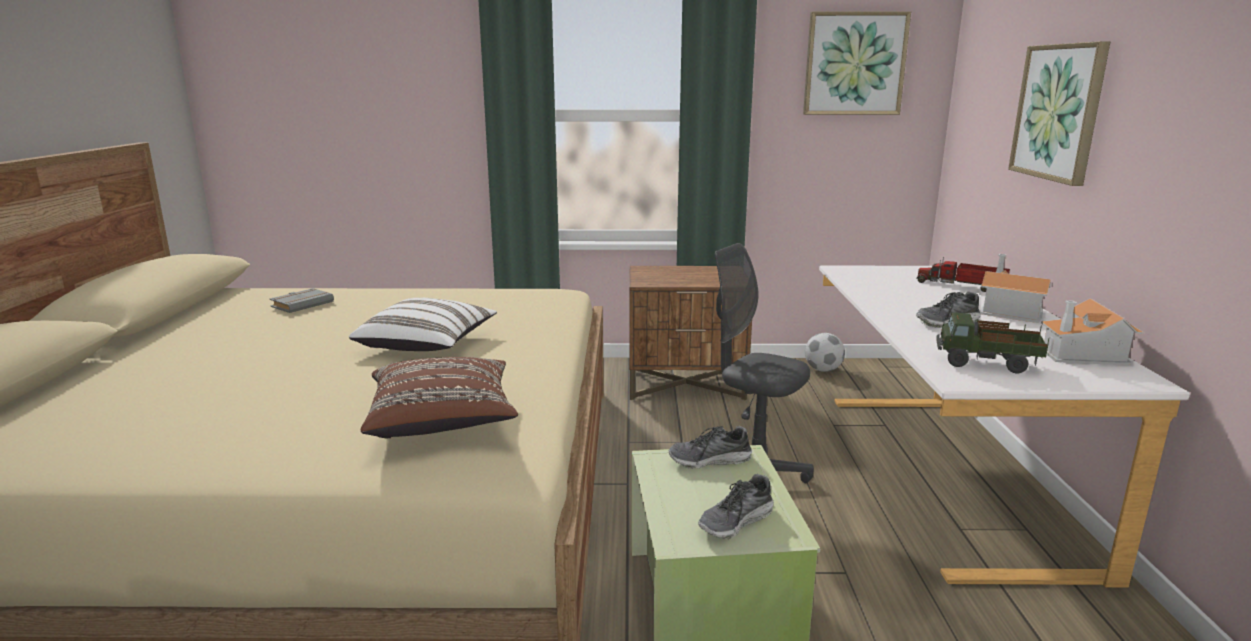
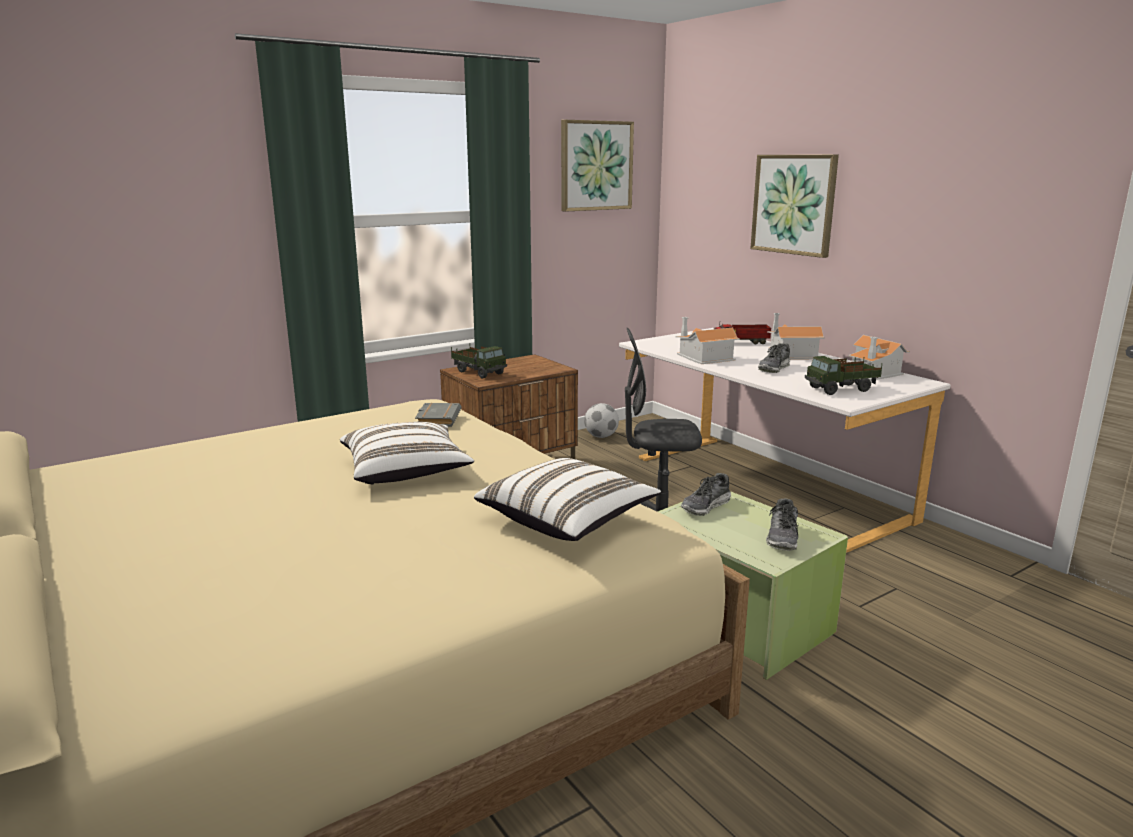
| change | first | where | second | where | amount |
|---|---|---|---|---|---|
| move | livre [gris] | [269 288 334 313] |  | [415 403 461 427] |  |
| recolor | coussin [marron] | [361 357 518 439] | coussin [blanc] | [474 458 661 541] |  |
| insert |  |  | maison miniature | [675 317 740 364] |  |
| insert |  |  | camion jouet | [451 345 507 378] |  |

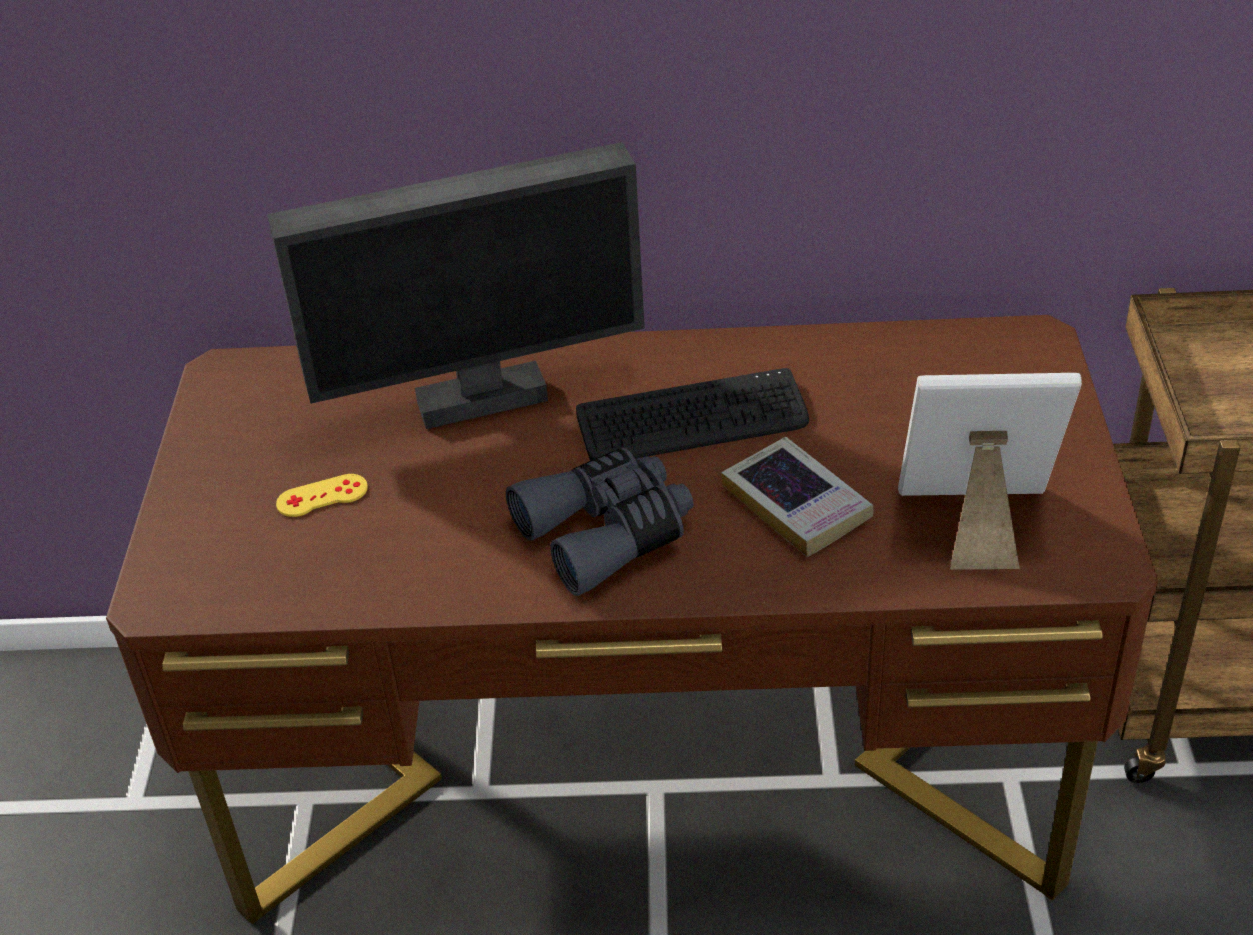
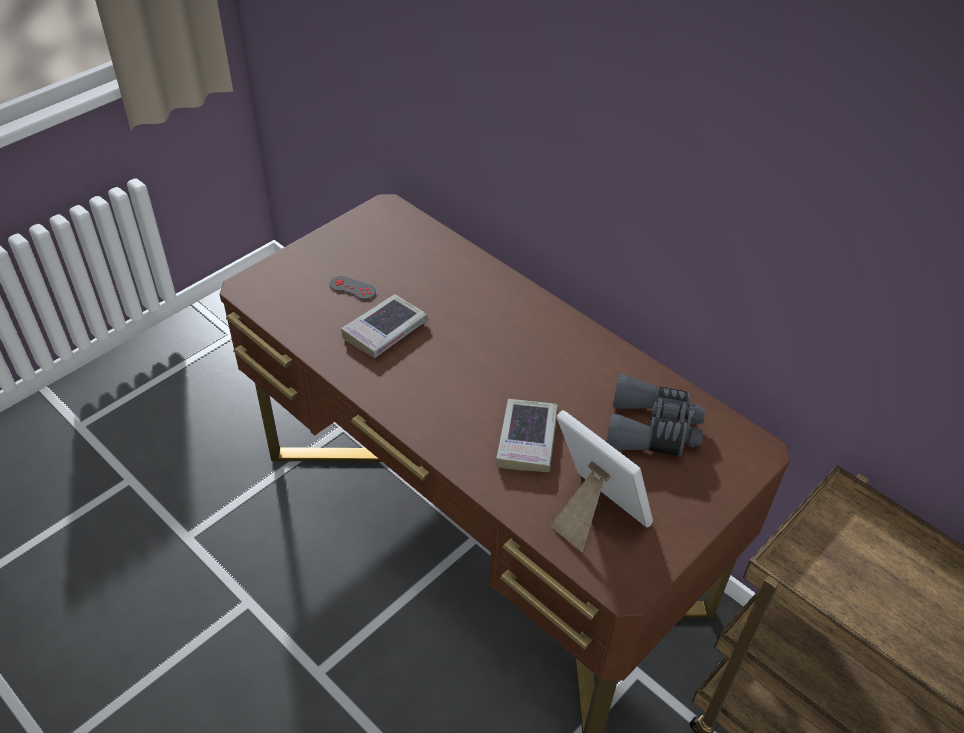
| change | first | where | second | where | amount |
|---|---|---|---|---|---|
| delete | écran d'ordinateur | [267 142 645 429] |  |  |  |
| delete | clavier | [576 368 809 460] |  |  |  |
| move | jumelles [gris] | [506 447 694 596] |  | [606 374 705 457] |  |
| recolor | manette [jaune] | [276 474 368 517] | manette [gris] | [329 276 376 300] |  |
| insert |  |  | livre | [341 294 428 358] |  |

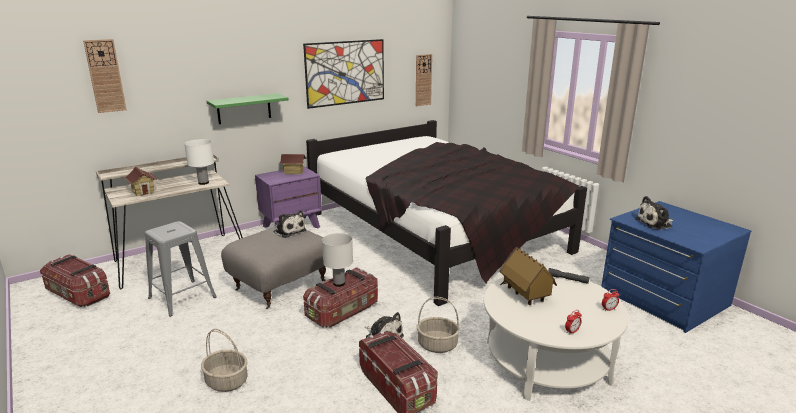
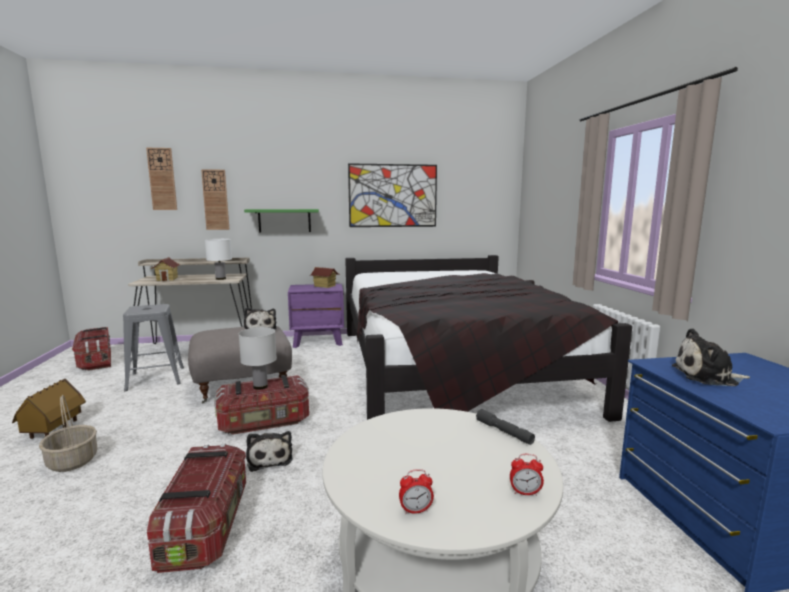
| change | first | where | second | where | amount |
|---|---|---|---|---|---|
| move | horloge murale | [416 54 432 107] |  | [201 169 229 230] |  |
| move | maison miniature | [499 247 557 305] |  | [12 379 86 439] |  |
| delete | panier | [417 297 460 353] |  |  |  |

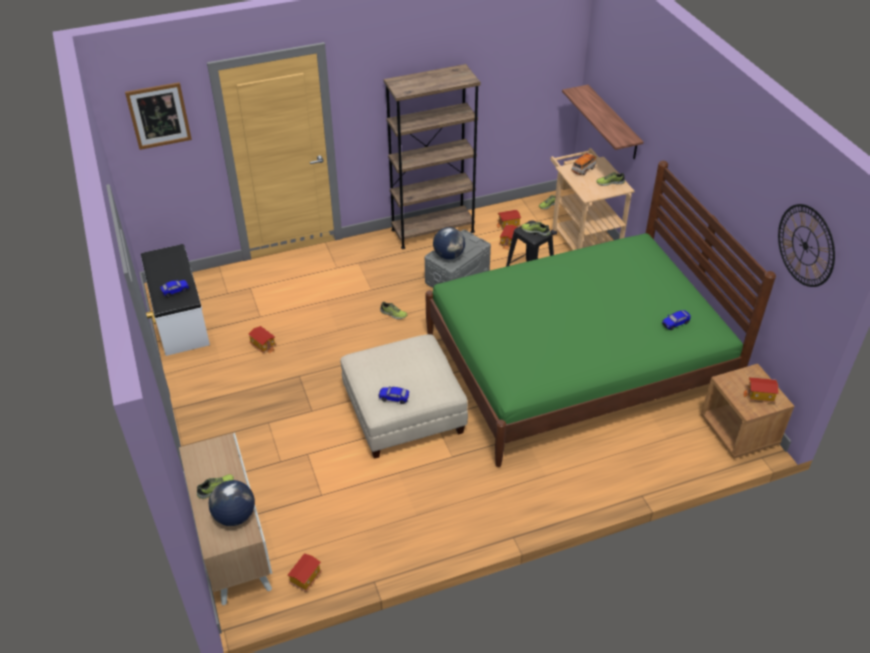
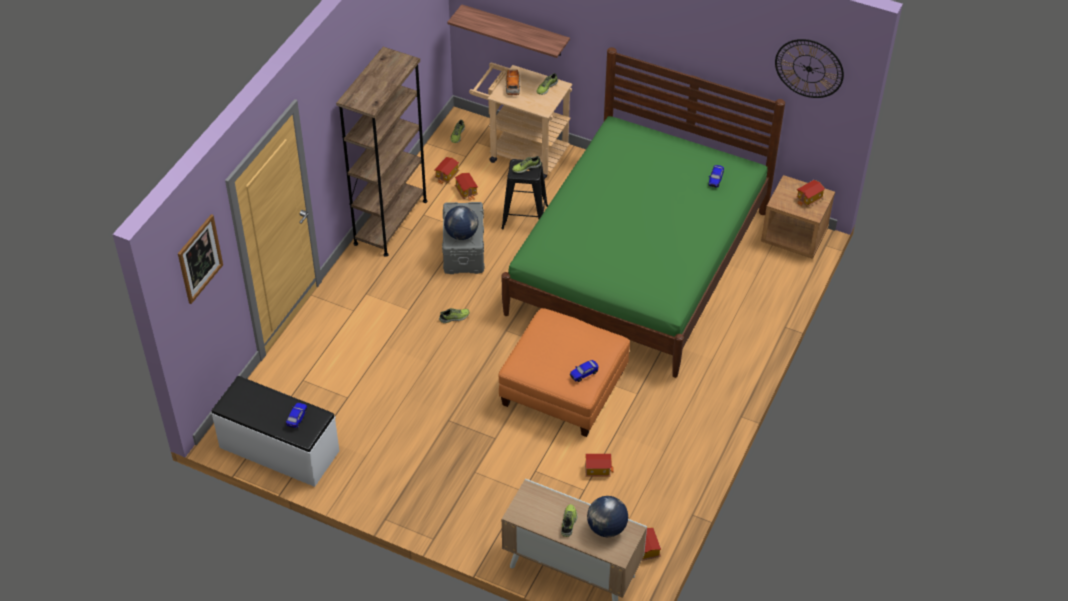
| change | first | where | second | where | amount |
|---|---|---|---|---|---|
| move | maison miniature | [248 326 276 354] |  | [585 454 614 477] |  |
| recolor | pouf [beige] | [340 334 468 459] | pouf [orange] | [498 308 630 437] |  |

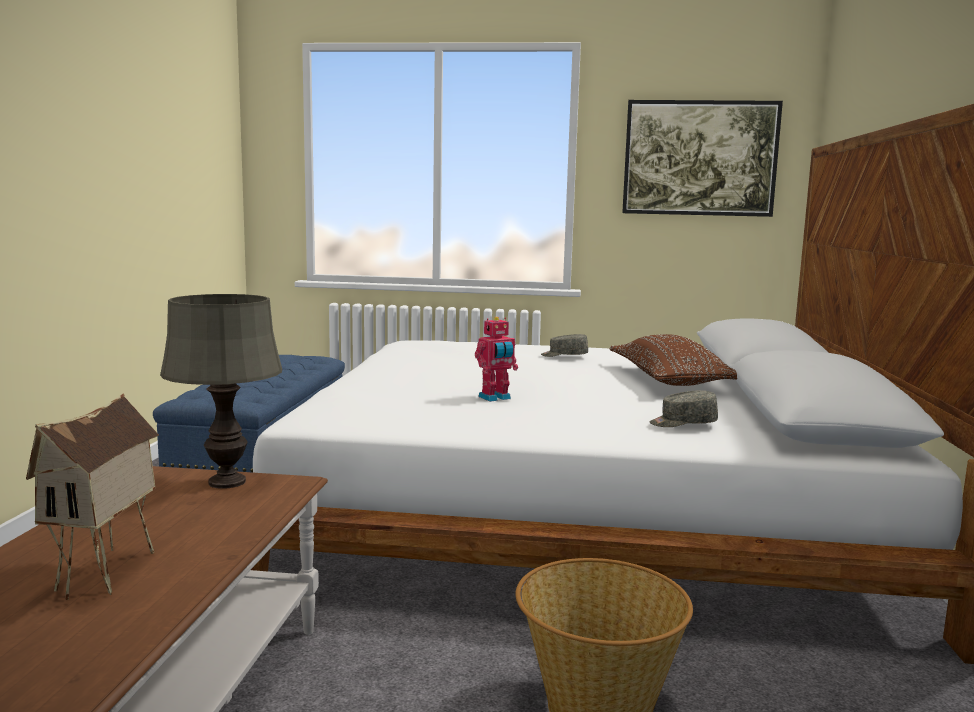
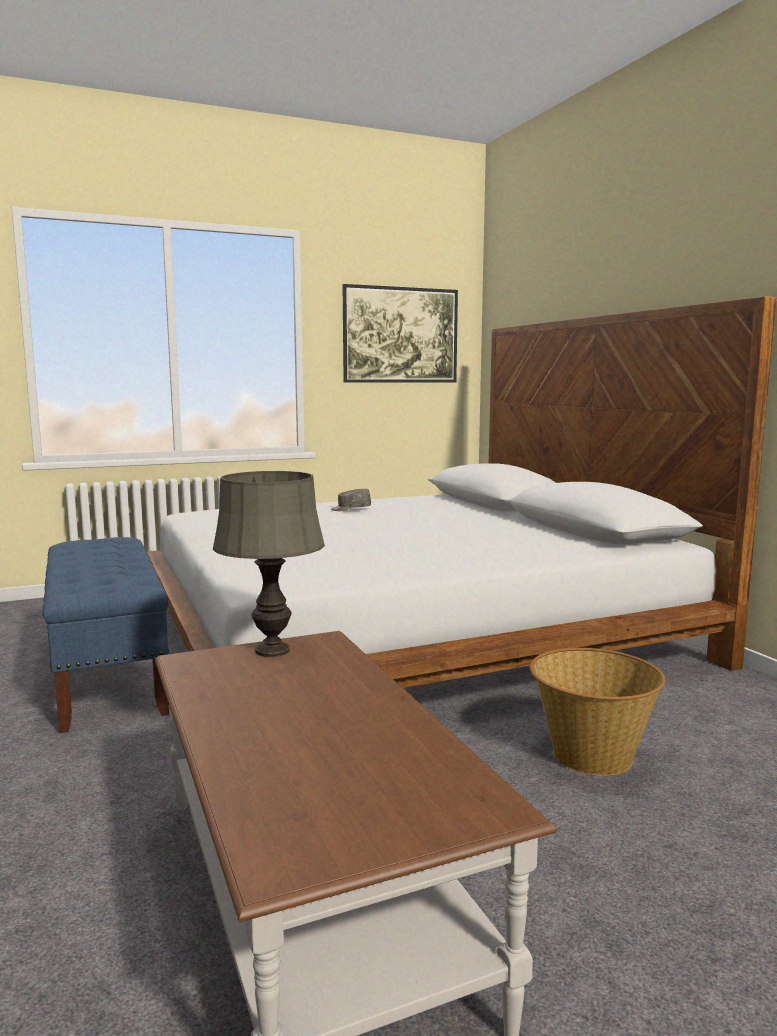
| change | first | where | second | where | amount |
|---|---|---|---|---|---|
| delete | robot jouet | [475 317 518 402] |  |  |  |
| delete | coussin [marron] | [609 334 737 386] |  |  |  |
| delete | casquette [gris] | [650 391 718 427] |  |  |  |
| delete | maison miniature | [26 394 159 600] |  |  |  |

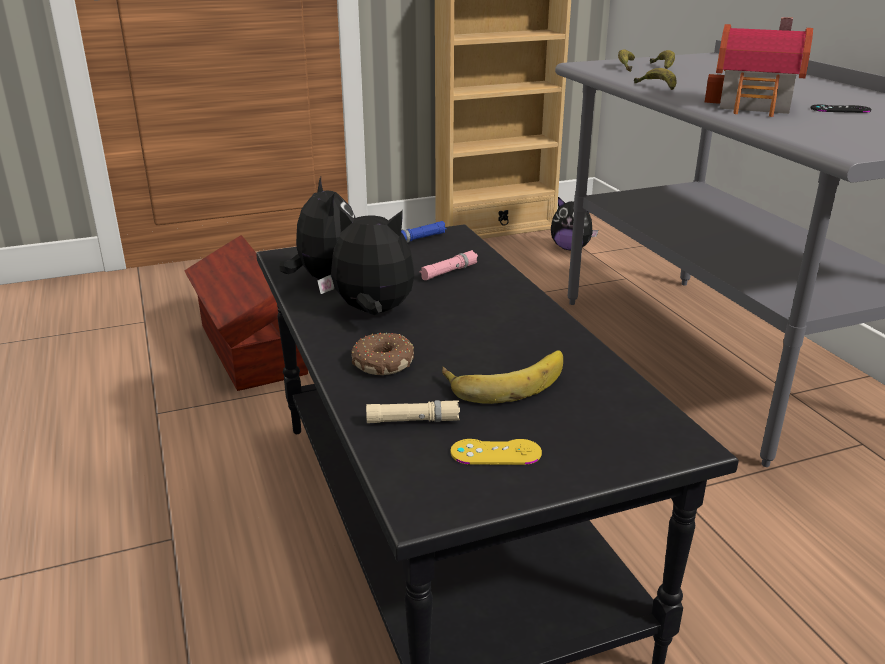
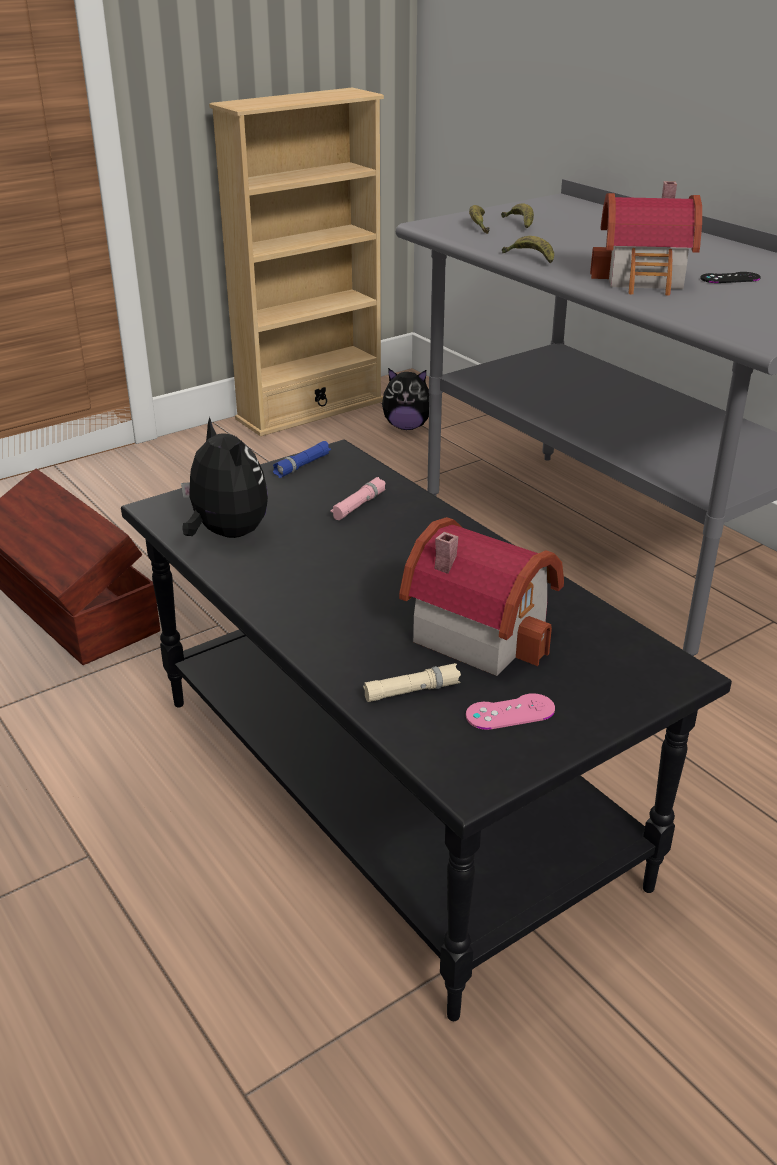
| change | first | where | second | where | amount |
|---|---|---|---|---|---|
| delete | peluche | [317 206 414 315] |  |  |  |
| delete | beignet | [352 333 414 375] |  |  |  |
| replace | banane | [442 350 563 404] | maison miniature | [399 517 564 676] |  |
| recolor | manette [jaune] | [450 439 542 465] | manette [rose] | [466 693 555 730] |  |

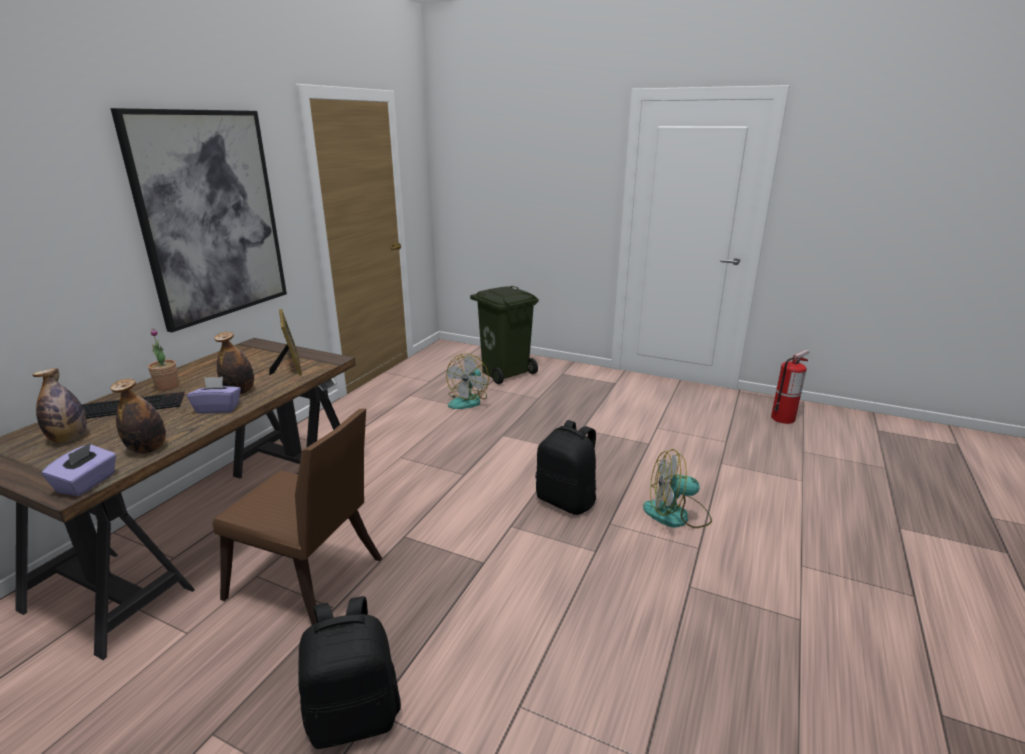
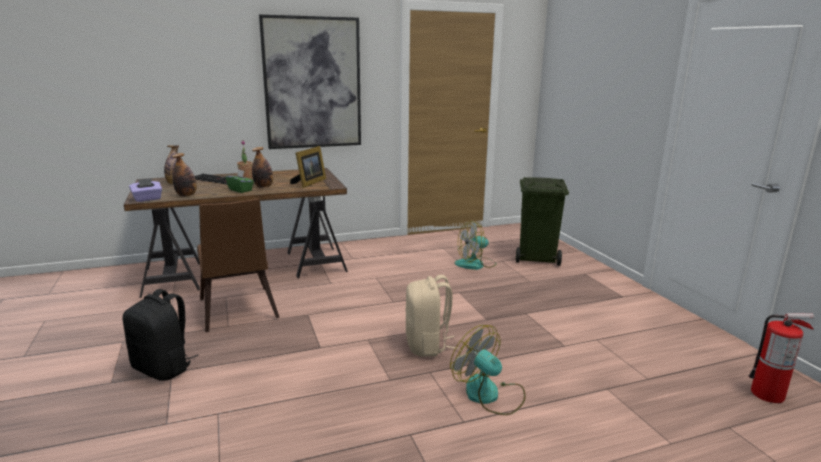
| change | first | where | second | where | amount |
|---|---|---|---|---|---|
| recolor | boîte à mouchoirs [violet] | [187 377 241 414] | boîte à mouchoirs [vert] | [226 170 254 193] |  |
| recolor | sac à dos [noir] | [536 420 596 515] | sac à dos [beige] | [405 275 459 357] |  |

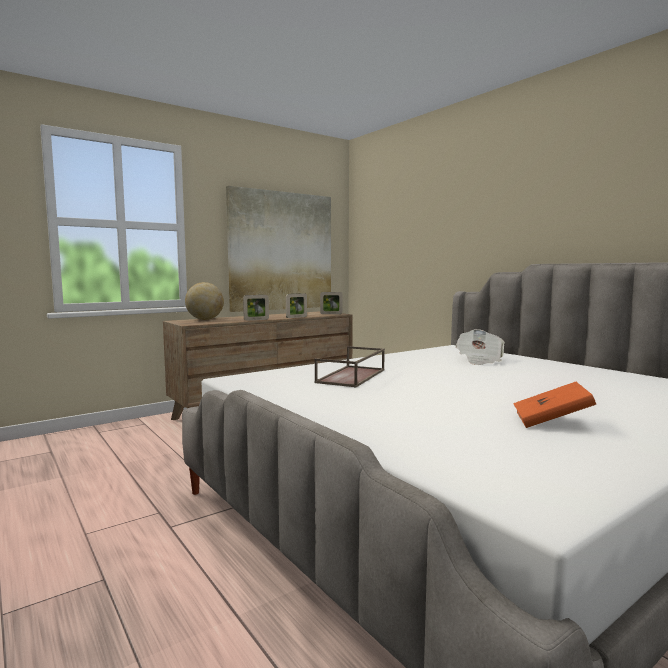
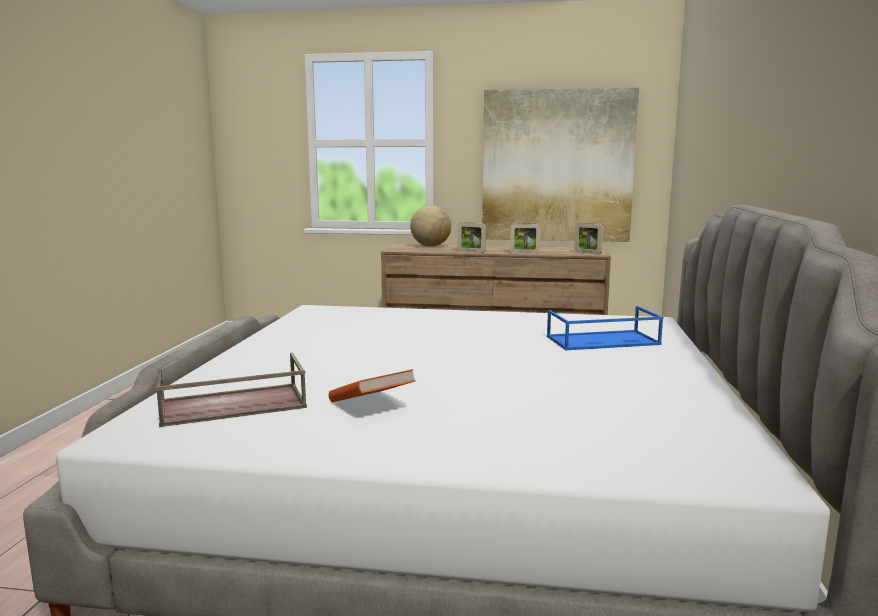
| change | first | where | second | where | amount |
|---|---|---|---|---|---|
| replace | journal | [455 329 505 365] | plateau [bleu] | [547 306 663 350] |  |
| move | plateau [marron] | [315 346 385 387] |  | [156 353 307 427] |  |

